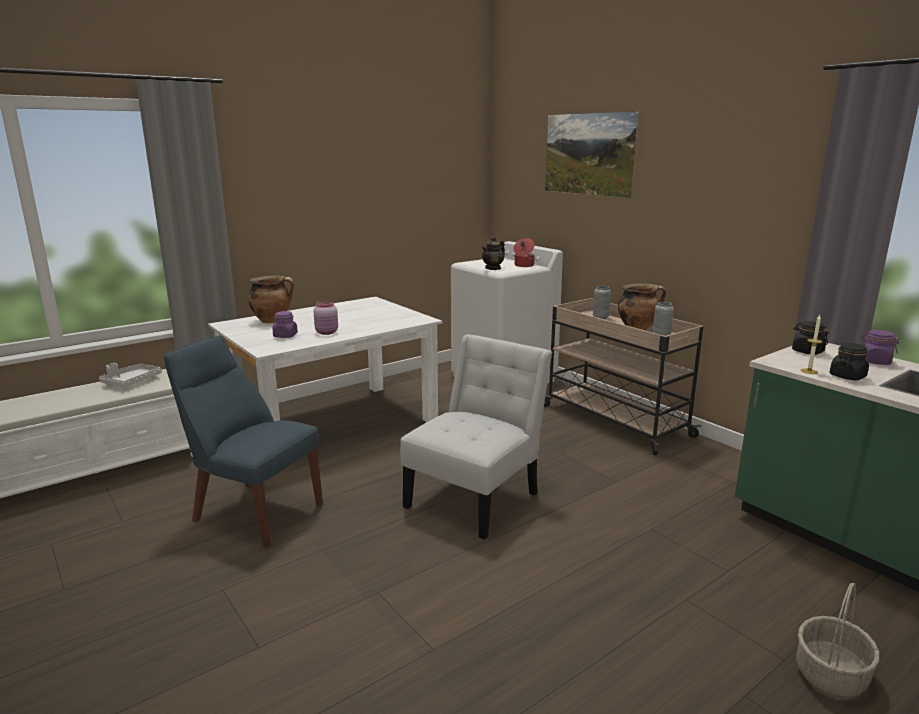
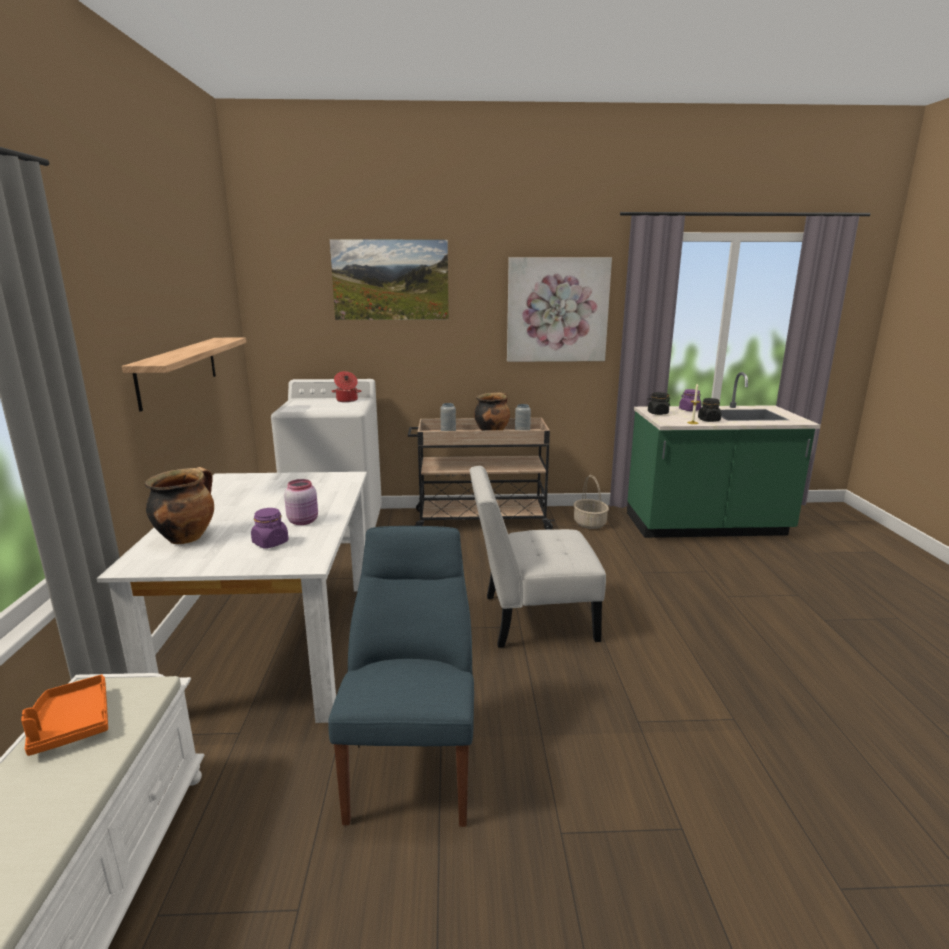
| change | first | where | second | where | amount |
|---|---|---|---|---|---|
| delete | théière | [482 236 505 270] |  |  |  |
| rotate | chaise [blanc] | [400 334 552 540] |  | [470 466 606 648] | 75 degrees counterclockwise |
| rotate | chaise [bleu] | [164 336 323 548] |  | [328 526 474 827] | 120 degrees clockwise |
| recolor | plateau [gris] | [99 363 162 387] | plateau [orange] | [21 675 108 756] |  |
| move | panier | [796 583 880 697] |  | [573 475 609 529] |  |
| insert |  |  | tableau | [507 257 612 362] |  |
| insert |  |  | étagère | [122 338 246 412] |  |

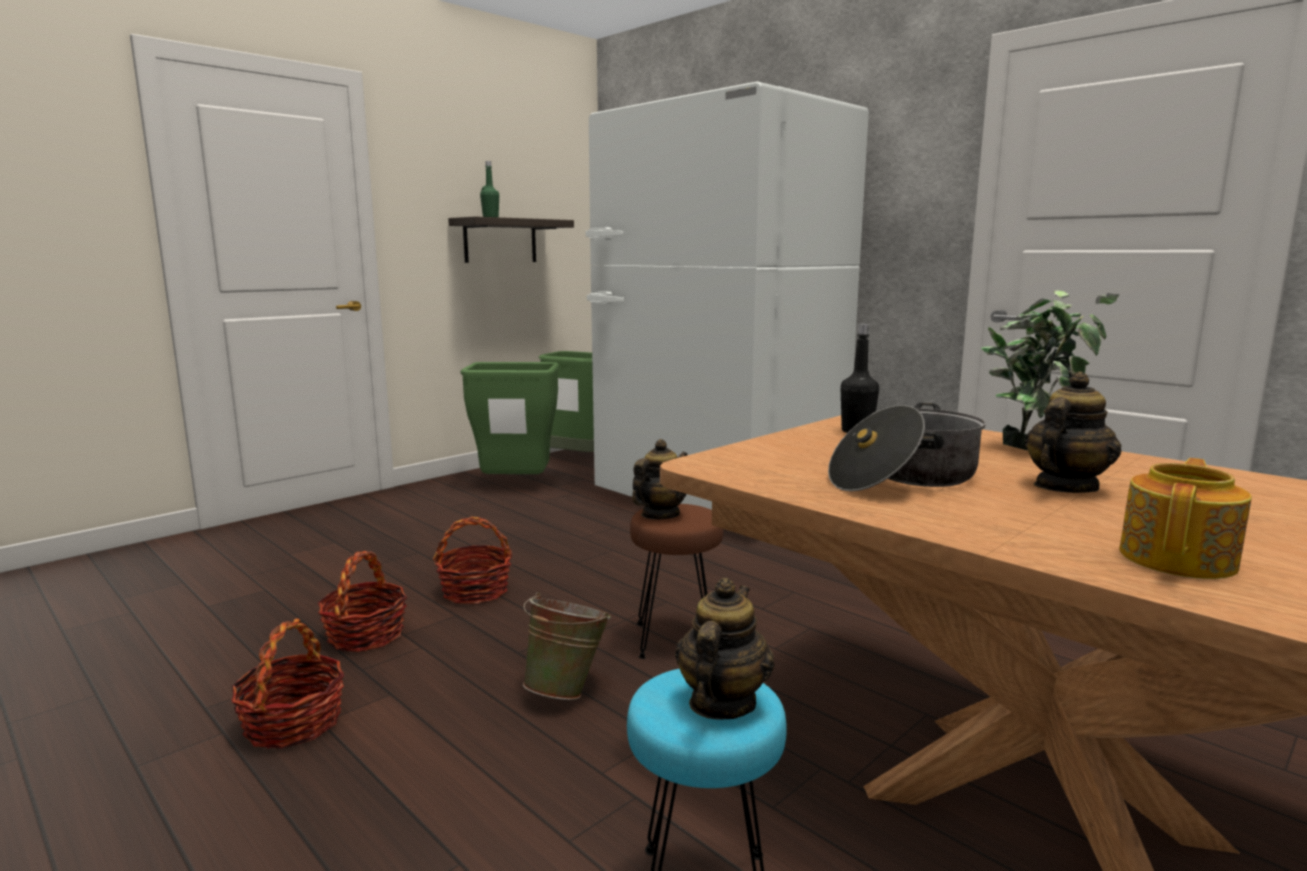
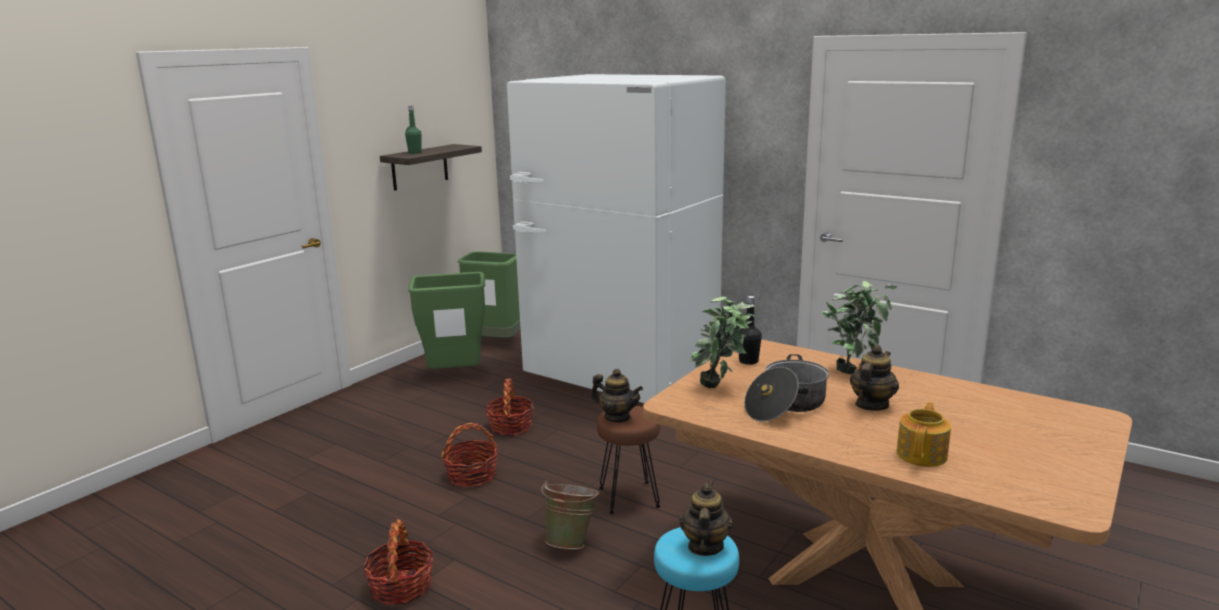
| change | first | where | second | where | amount |
|---|---|---|---|---|---|
| rotate | théière | [632 439 687 519] |  | [591 369 643 422] | 90 degrees clockwise |
| move | panier | [318 551 407 652] |  | [485 378 534 435] |  |
| insert |  |  | plante en pot | [689 297 755 388] |  |

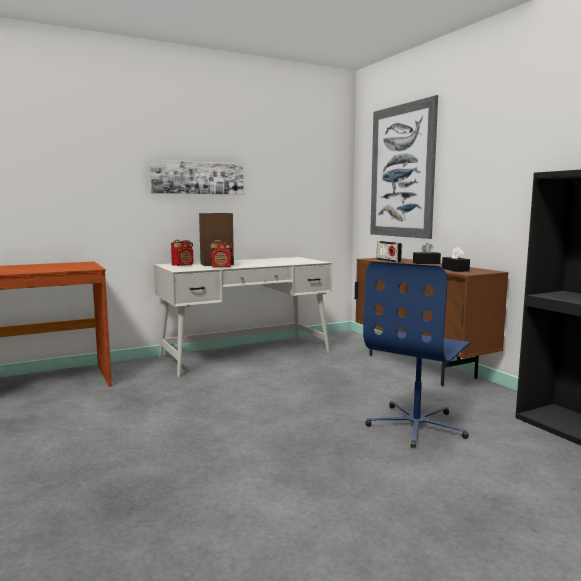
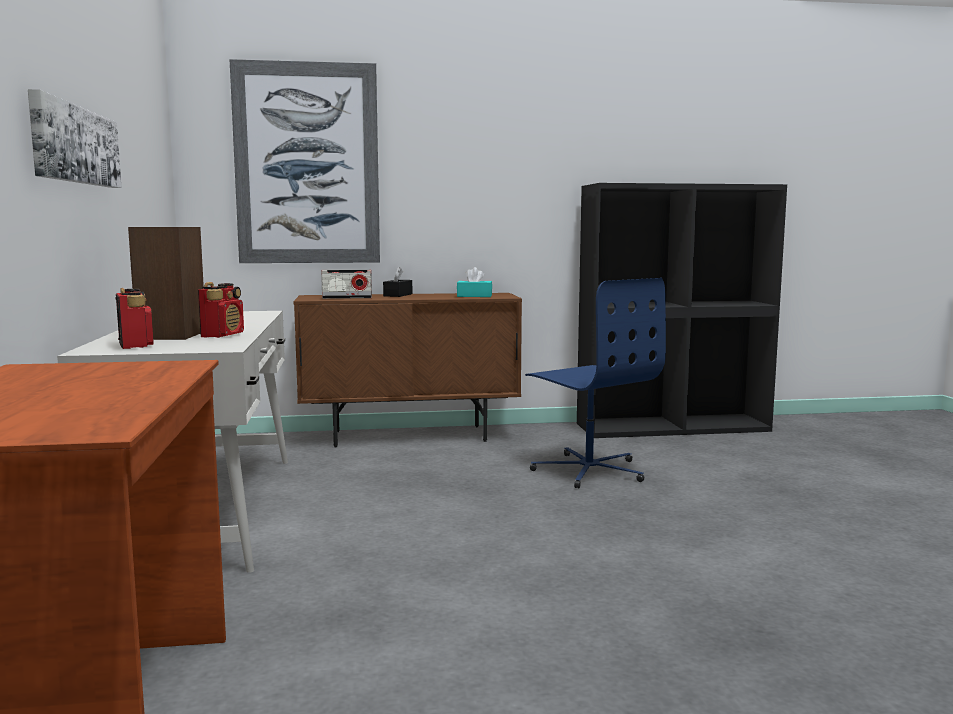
| change | first | where | second | where | amount |
|---|---|---|---|---|---|
| recolor | boîte à mouchoirs [noir] | [442 247 470 272] | boîte à mouchoirs [turquoise] | [457 267 492 297] |  |

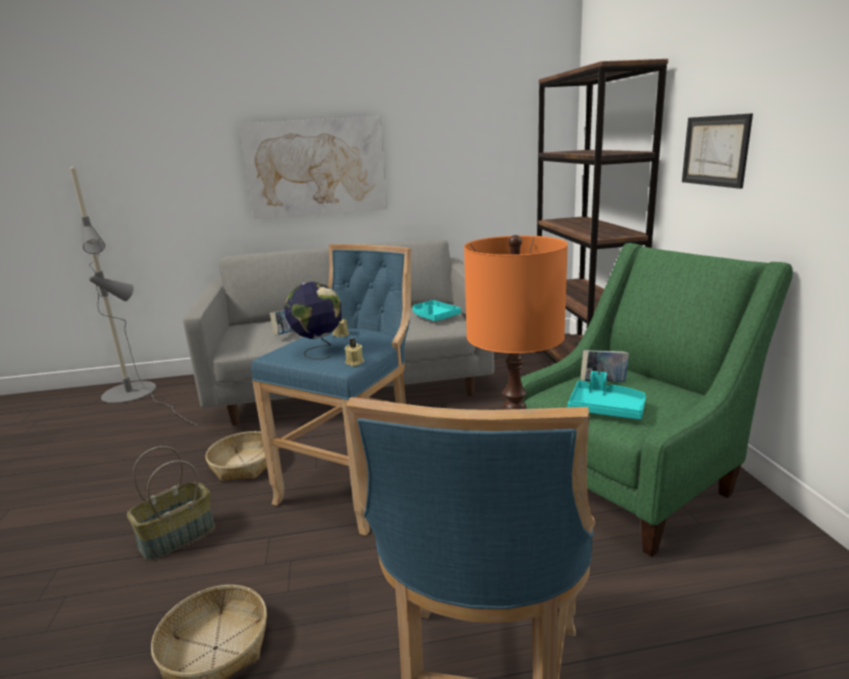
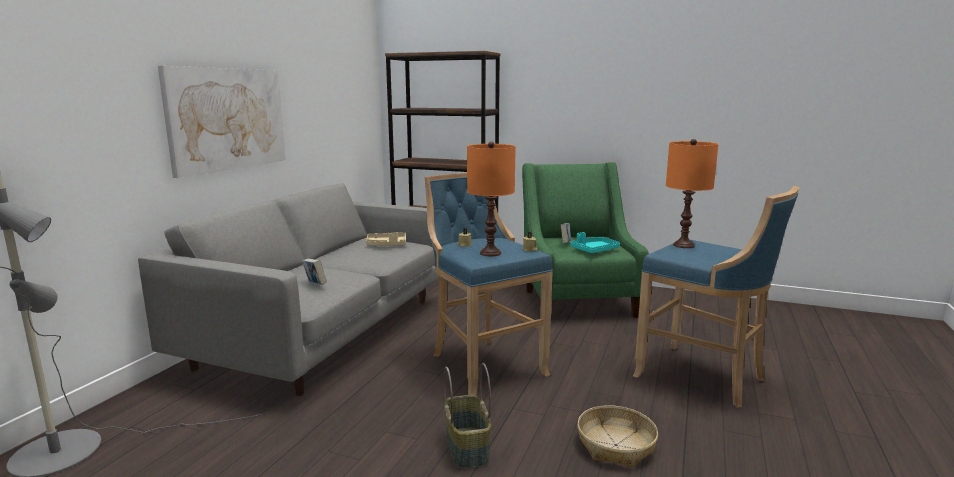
| change | first | where | second | where | amount |
|---|---|---|---|---|---|
| delete | tableau | [682 113 753 189] |  |  |  |
| replace | globe | [284 282 342 359] | lampe de table [orange] | [467 142 516 256] |  |
| recolor | plateau [turquoise] | [413 300 461 321] | plateau [beige] | [366 232 406 246] |  |
| delete | panier | [206 431 267 481] |  |  |  |

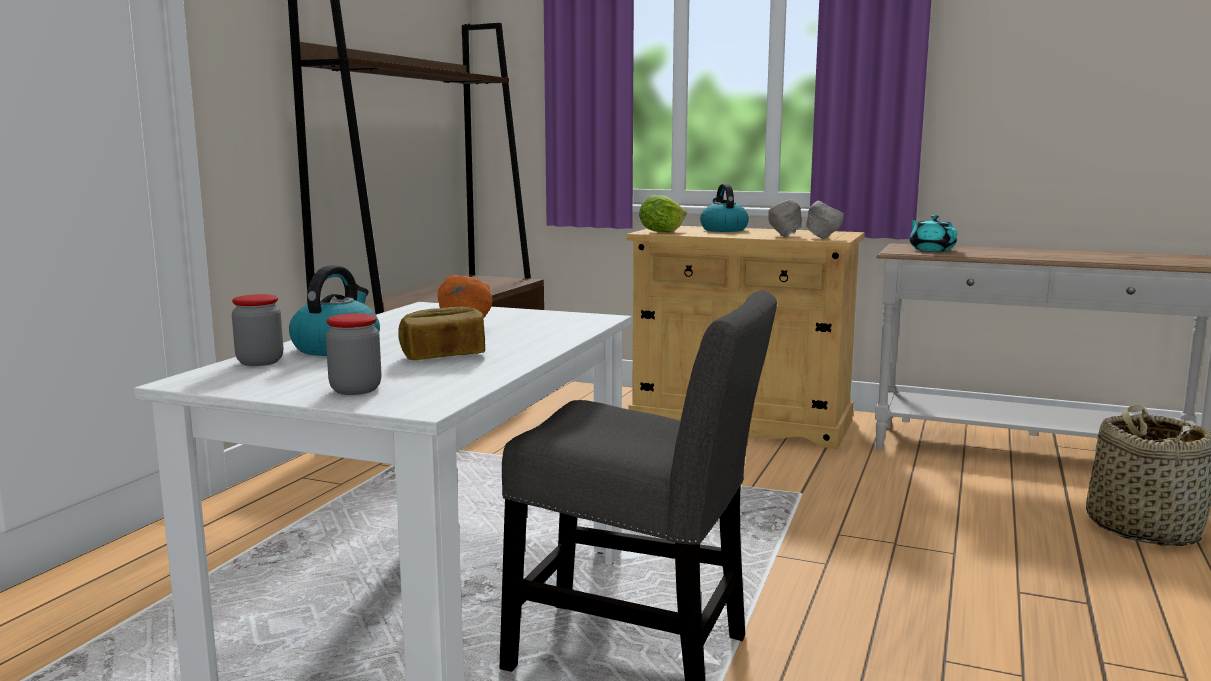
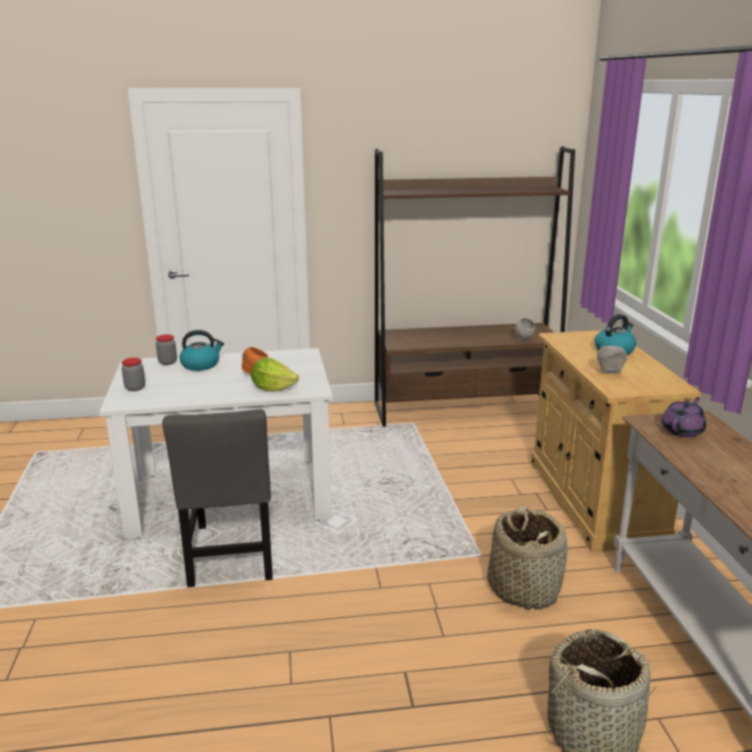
| change | first | where | second | where | amount |
|---|---|---|---|---|---|
| move | laitue | [639 195 686 233] |  | [251 357 299 392] |  |
| move | bol [gris] | [806 201 843 239] |  | [515 318 536 341] |  |
| recolor | théière [turquoise] | [910 215 957 251] | théière [violet] | [661 397 706 437] |  |
| delete | pain | [398 307 485 360] |  |  |  |
| insert |  |  | panier | [487 507 567 610] |  |

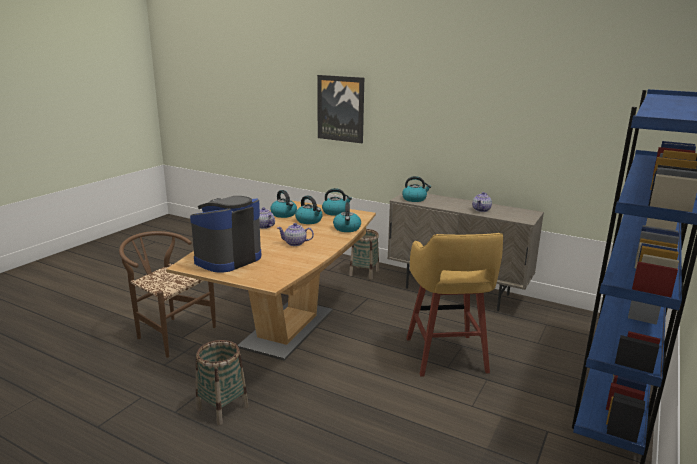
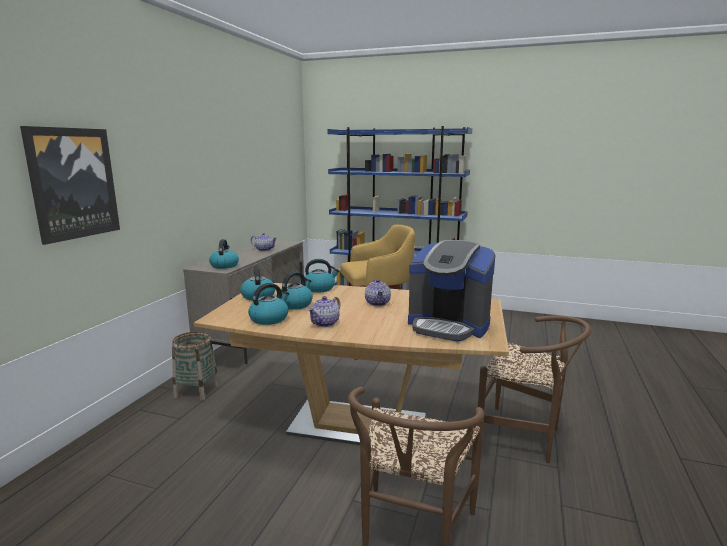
| change | first | where | second | where | amount |
|---|---|---|---|---|---|
| replace | panier | [196 340 249 425] | chaise [marron] | [478 316 591 463] |  |

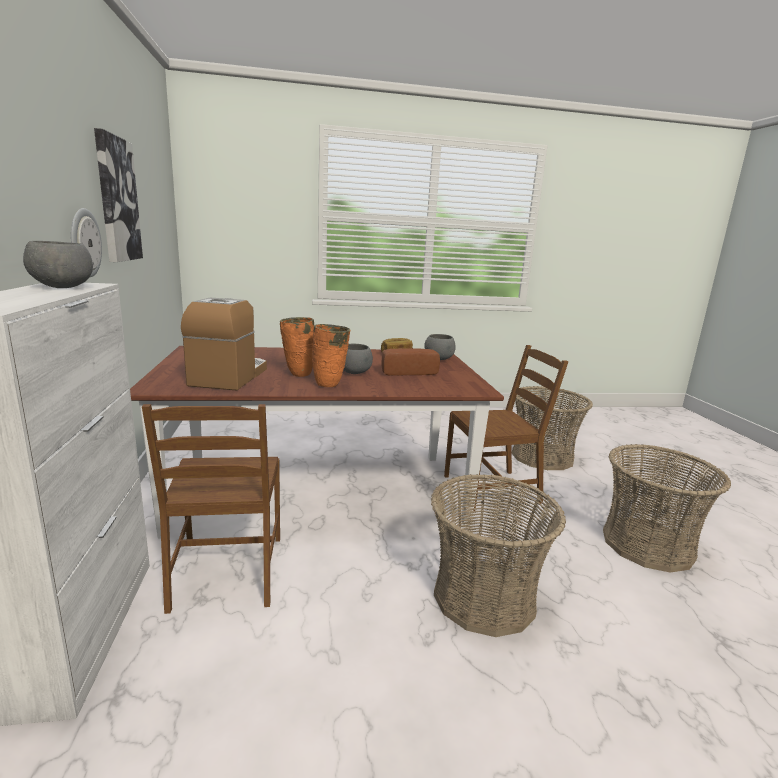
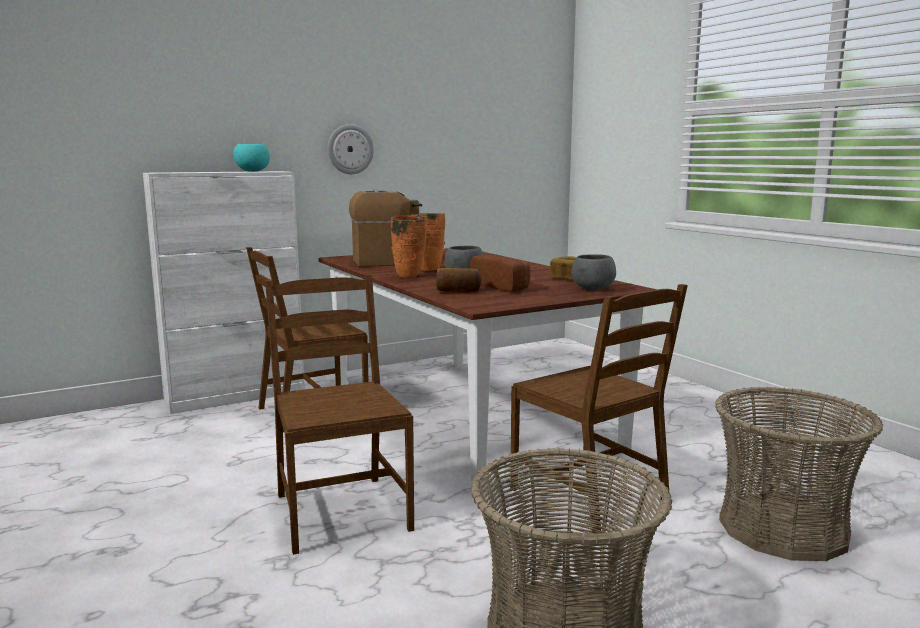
| change | first | where | second | where | amount |
|---|---|---|---|---|---|
| delete | tableau | [94 128 143 262] |  |  |  |
| recolor | bol [gris] | [23 241 93 288] | bol [turquoise] | [233 144 270 172] |  |
| replace | panier | [431 474 566 637] | chaise [marron] | [265 274 414 555] |  |
| insert |  |  | pain | [436 268 481 293] |  |

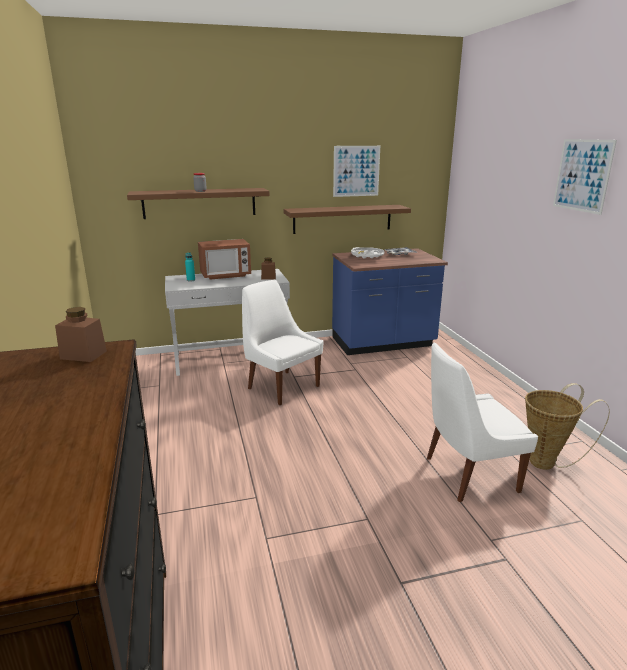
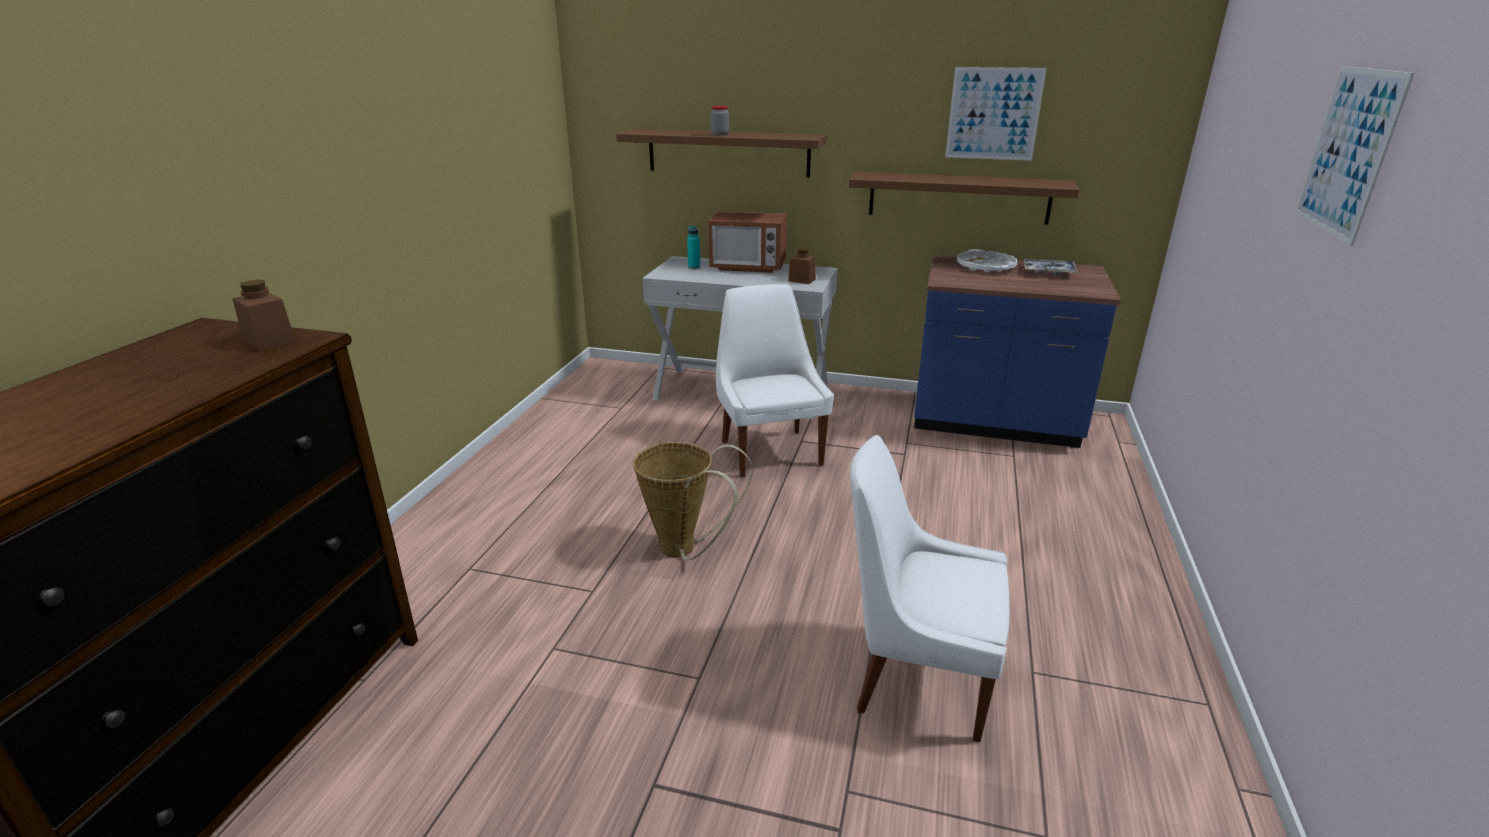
| change | first | where | second | where | amount |
|---|---|---|---|---|---|
| move | panier | [525 383 610 470] |  | [633 442 753 560] |  |

